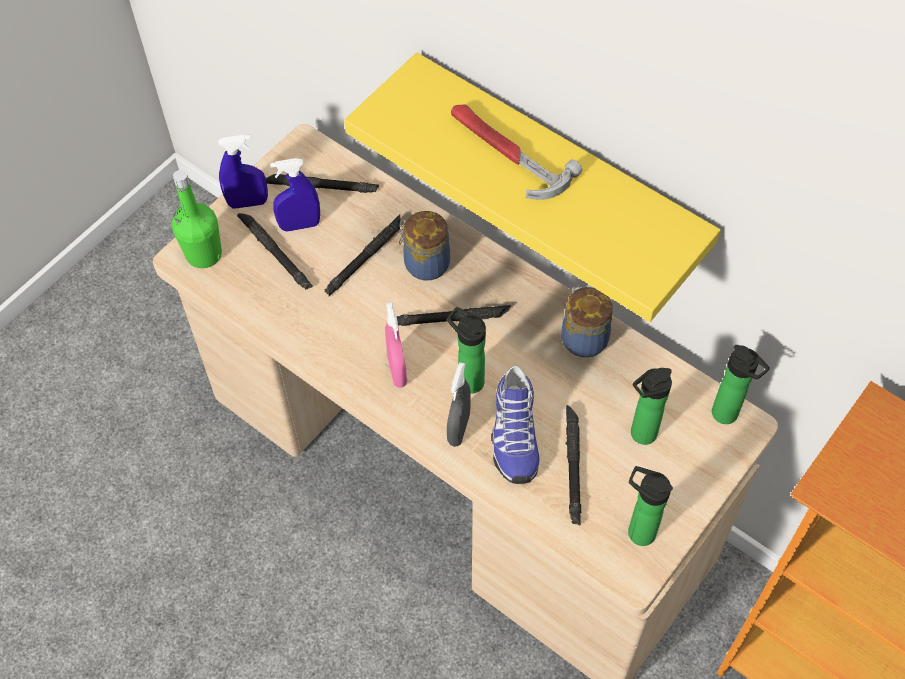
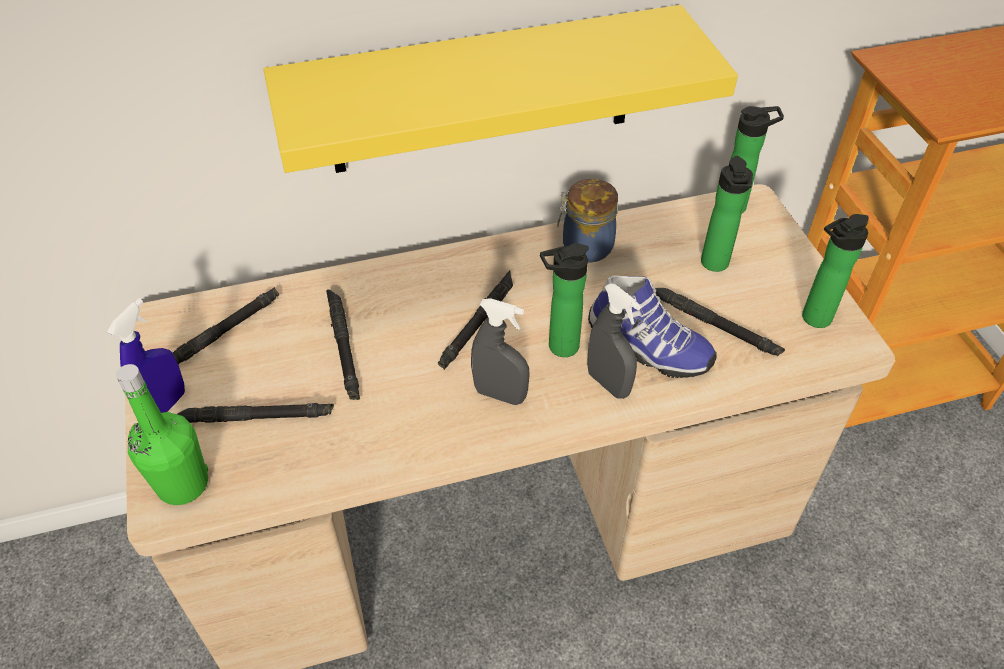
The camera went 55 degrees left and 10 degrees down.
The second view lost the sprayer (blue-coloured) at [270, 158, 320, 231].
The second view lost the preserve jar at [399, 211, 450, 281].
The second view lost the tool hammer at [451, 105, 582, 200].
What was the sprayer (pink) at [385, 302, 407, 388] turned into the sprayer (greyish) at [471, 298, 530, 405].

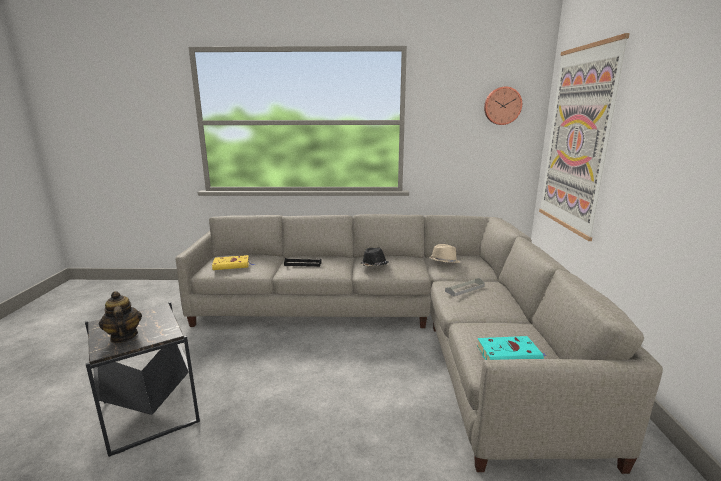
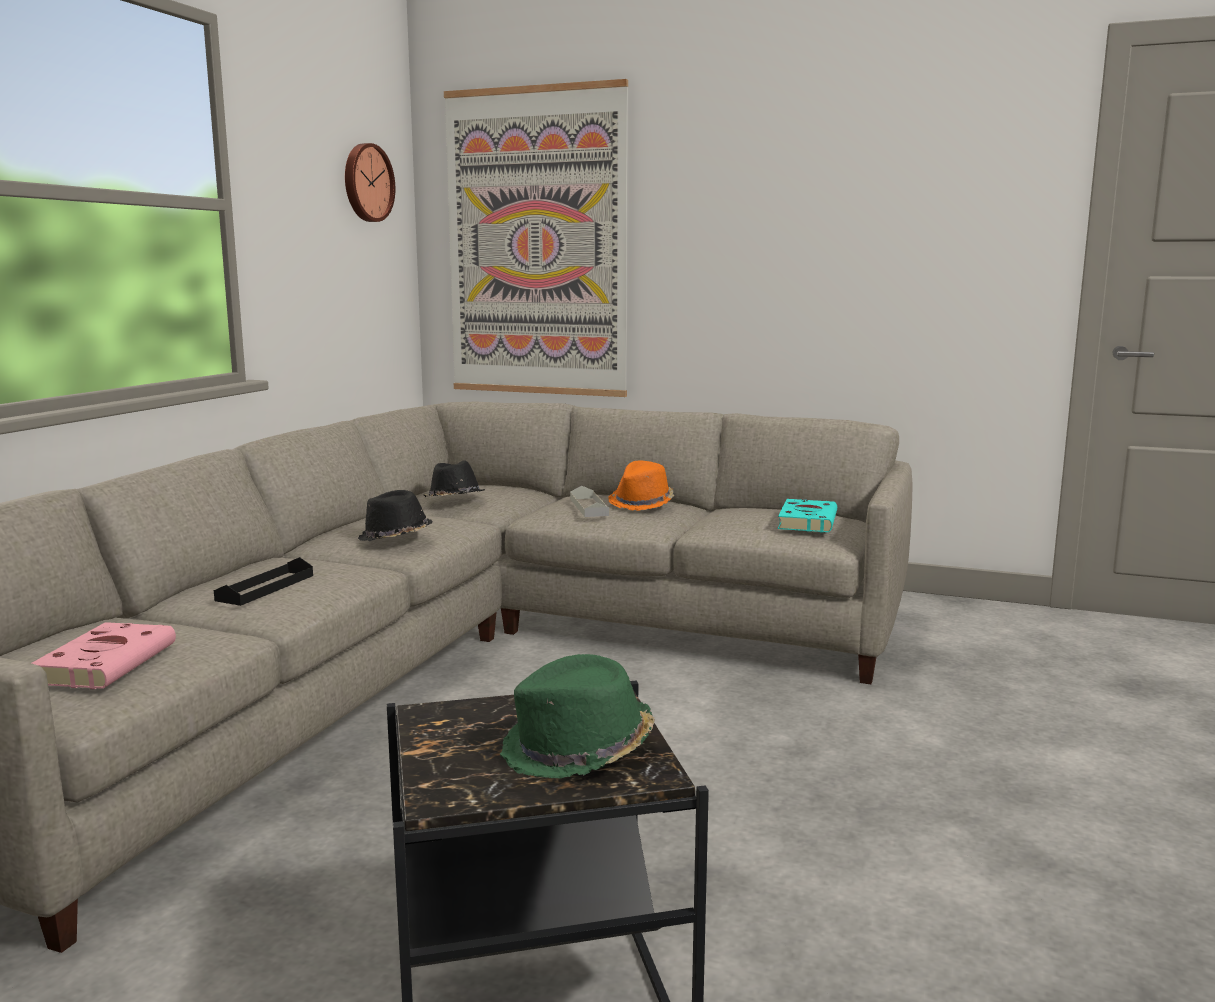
The camera went 70 degrees left and 5 degrees down.
The second view gained the clothing hat (orange) at [608, 460, 674, 511].
Where the teapot stood at [99, 291, 142, 343], the clothing hat (greenish) came to stand at [500, 654, 655, 778].
What was the book (yellowish) at [212, 255, 255, 270] turned into the book (pink) at [32, 622, 176, 689].
What was the clothing hat (sand-coloured) at [429, 244, 460, 263] turned into the clothing hat (black-coloured) at [423, 460, 485, 497].

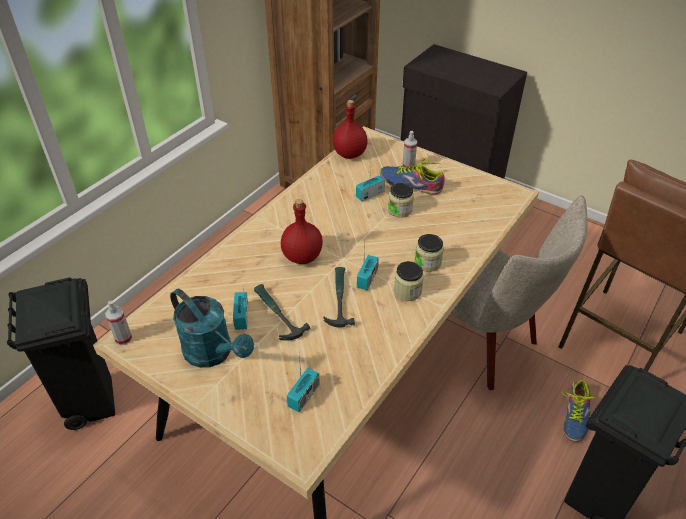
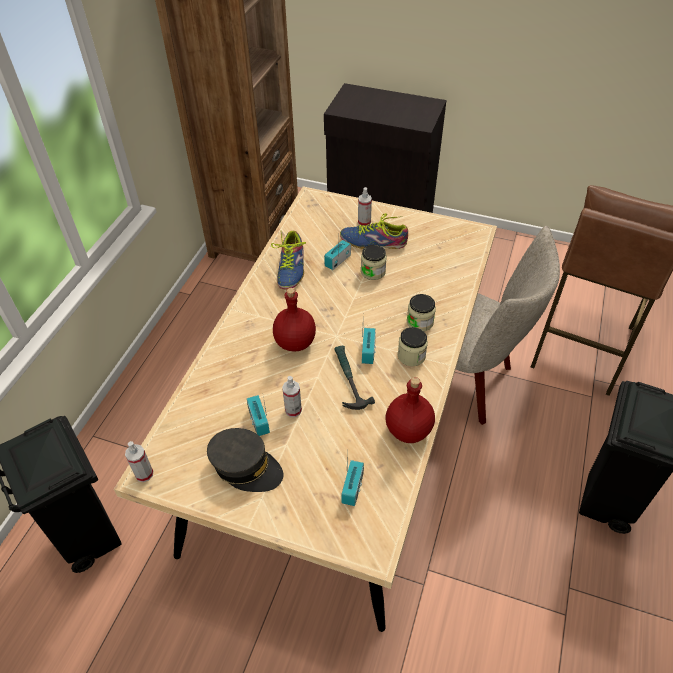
The camera went 15 degrees left and 5 degrees up.
The drink bottle (red) ended up elsewhere, having gone from [332, 100, 368, 159] to [386, 377, 435, 443].
The item of footwear ended up elsewhere, having gone from [562, 378, 596, 442] to [271, 231, 306, 289].
Where the sprinkling can (turquoise-coloured) stood at [170, 289, 254, 368], the peaked cap (greyish) came to stand at [207, 428, 283, 492].
Where the tool hammer stood at [254, 284, 310, 340], the sprayer came to stand at [282, 376, 302, 417].

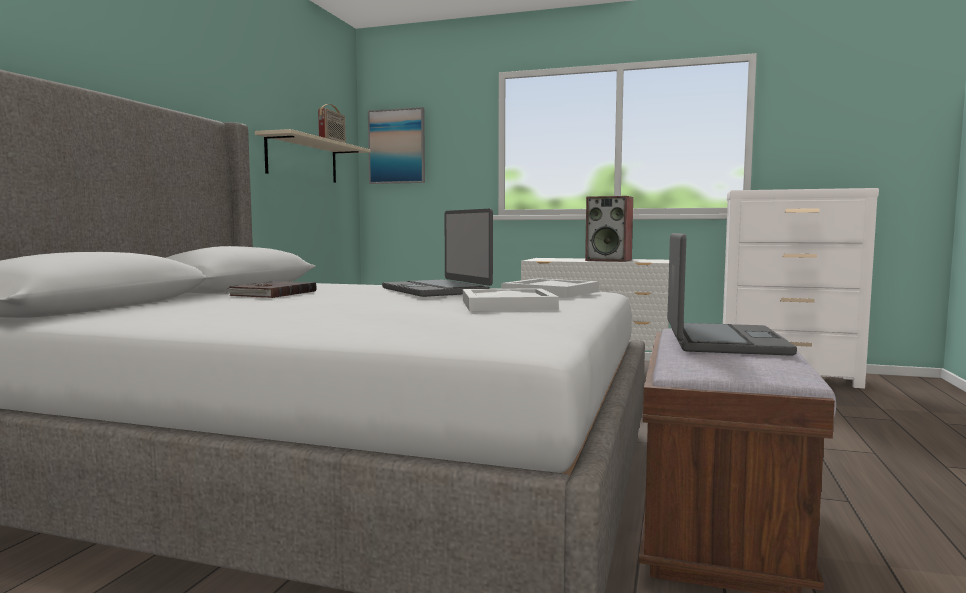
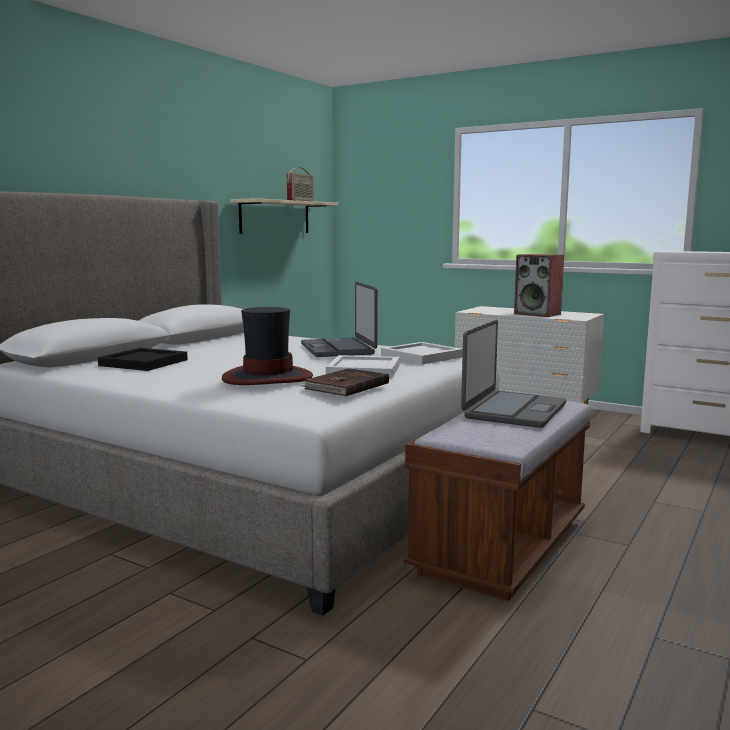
The camera went 15 degrees right and 5 degrees up.
The second view lost the wall picture at [368, 107, 425, 184].
The second view gained the carrying tray (black-coloured) at [98, 348, 188, 371].
The second view gained the clothing hat at [222, 307, 313, 385].
The book (brownish) ended up elsewhere, having gone from [225, 281, 316, 298] to [301, 368, 389, 396].

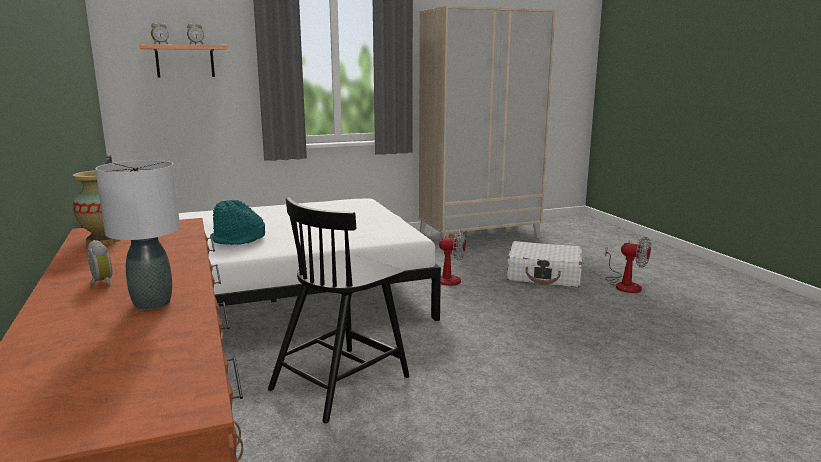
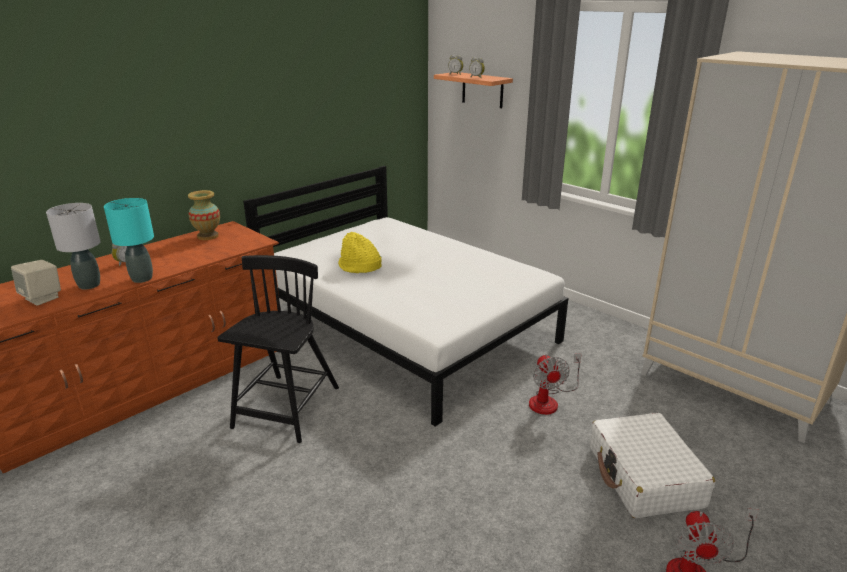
The camera went 65 degrees right and 10 degrees up.
The second view gained the audio speaker (sand-coloured) at [11, 260, 61, 306].
The second view gained the lamp for a table (turquoise-coloured) at [104, 198, 154, 283].
What was the clothing hat (turquoise-coloured) at [210, 200, 265, 245] turned into the clothing hat (yellowish) at [338, 232, 382, 273].
The upright chair (black-coloured) at [268, 197, 410, 423] ended up facing another way, 90 degrees clockwise from before.

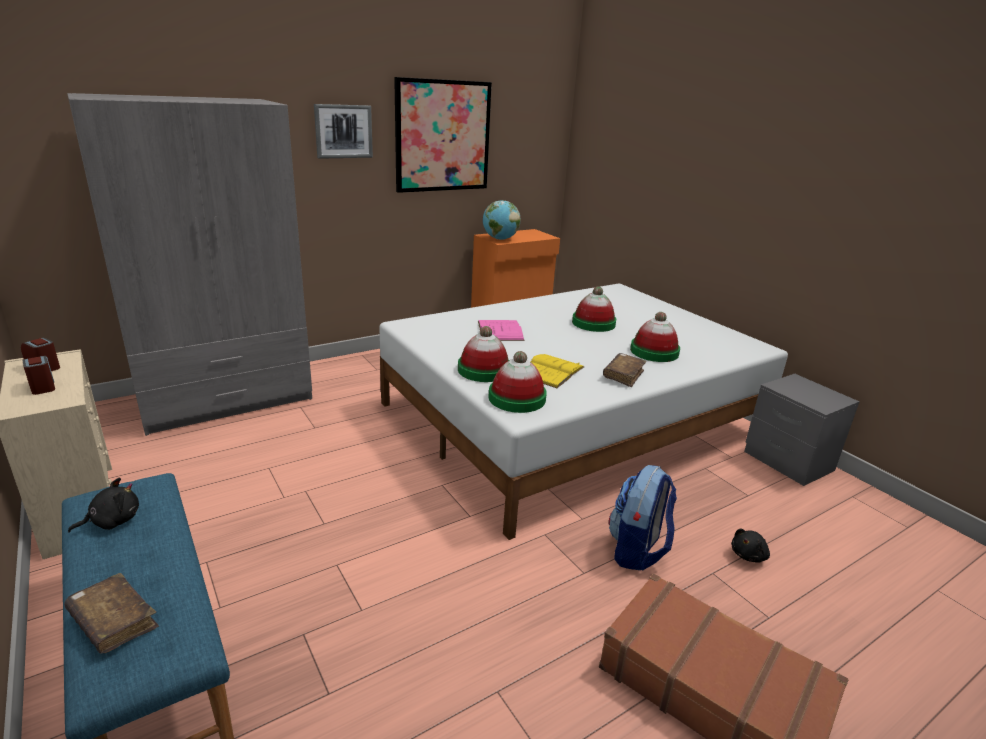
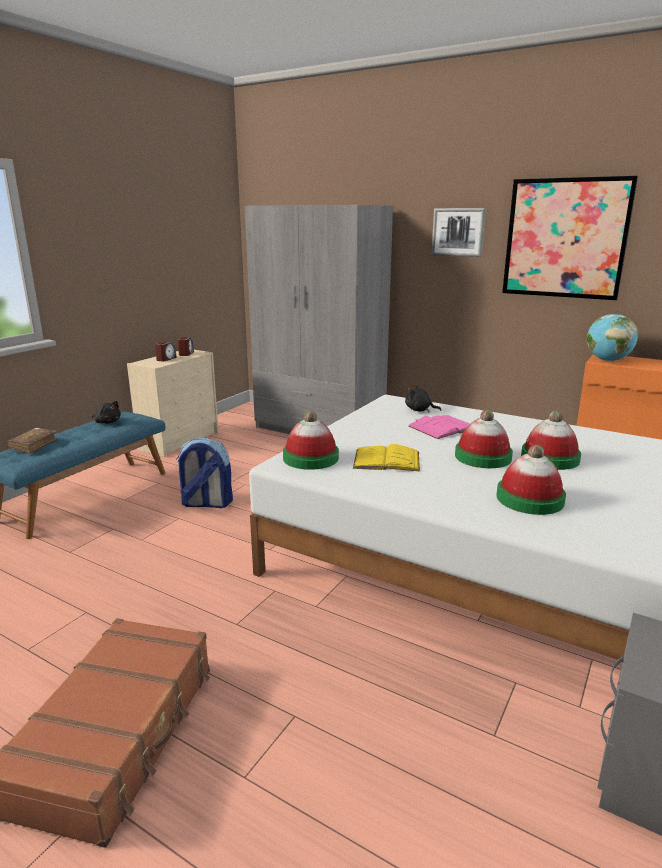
The camera went 65 degrees right and 5 degrees down.
The second view lost the book (brownish) at [603, 353, 646, 387].
The clothing hat ended up elsewhere, having gone from [458, 326, 509, 382] to [455, 410, 513, 468].
The rucksack ended up elsewhere, having gone from [609, 465, 677, 570] to [176, 437, 233, 508].
The plush toy (black-coloured) ended up elsewhere, having gone from [731, 529, 770, 563] to [405, 384, 442, 412].

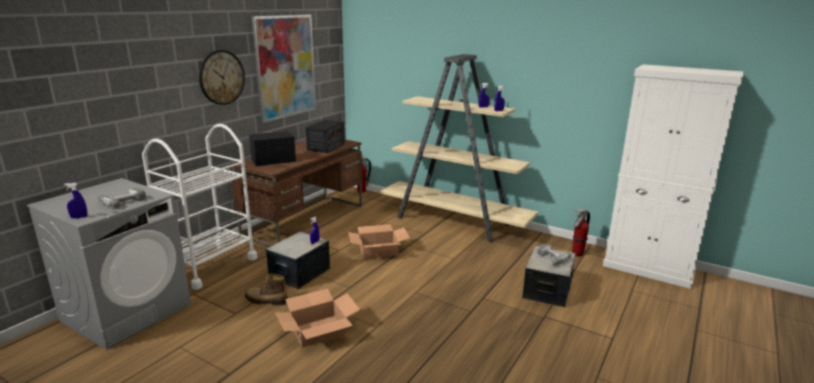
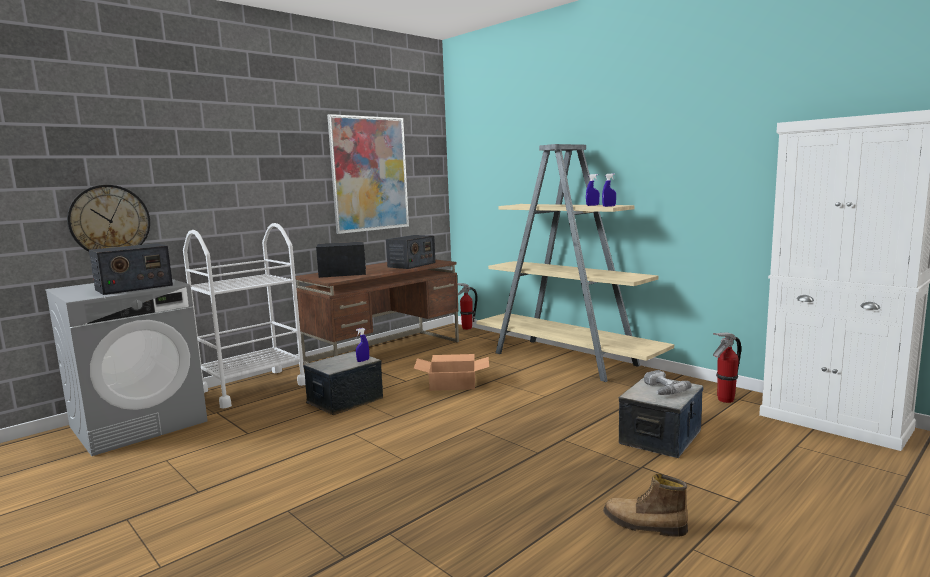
The camera went 15 degrees right and 10 degrees down.
The second view lost the sprayer (blue-coloured) at [64, 183, 87, 219].
The second view lost the carton at [275, 289, 360, 348].
The wall clock ended up elsewhere, having gone from [199, 50, 245, 105] to [67, 185, 150, 252].
The high-top boot ended up elsewhere, having gone from [245, 273, 288, 305] to [603, 474, 688, 537].
Where the electric drill stood at [98, 188, 146, 208], the radio receiver came to stand at [89, 244, 173, 295].

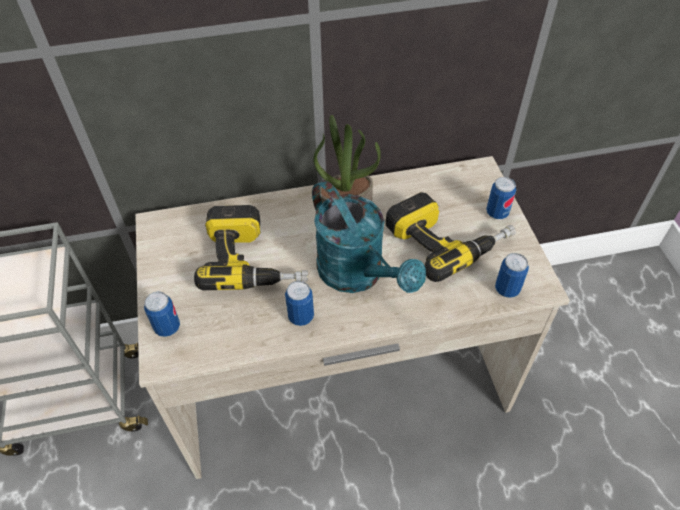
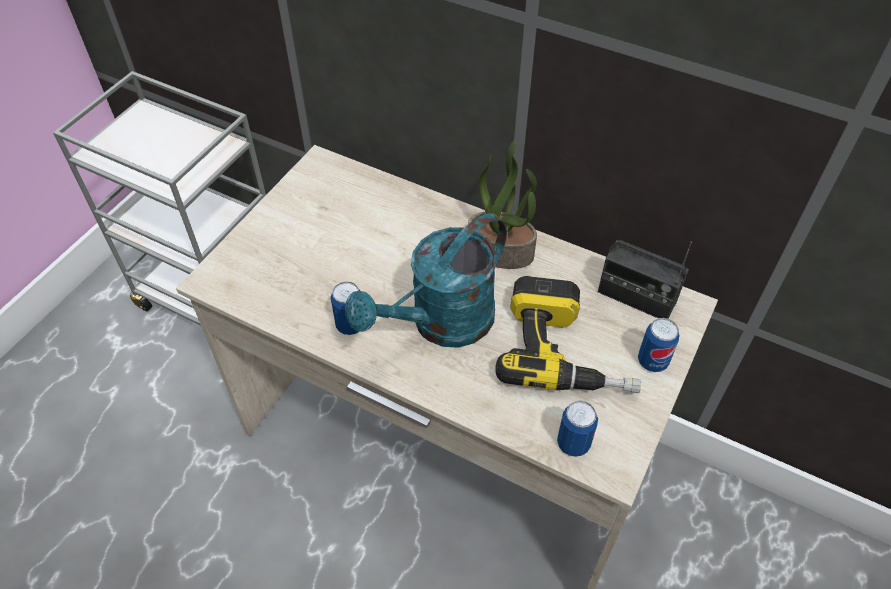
The camera went 40 degrees right and 0 degrees up.
The second view lost the metal can at [144, 292, 180, 337].
The second view lost the electric drill at [194, 205, 308, 290].
The second view gained the radio receiver at [598, 240, 692, 319].
The sprinkling can (turquoise-coloured) at [312, 180, 426, 293] ended up facing another way, 45 degrees clockwise from before.

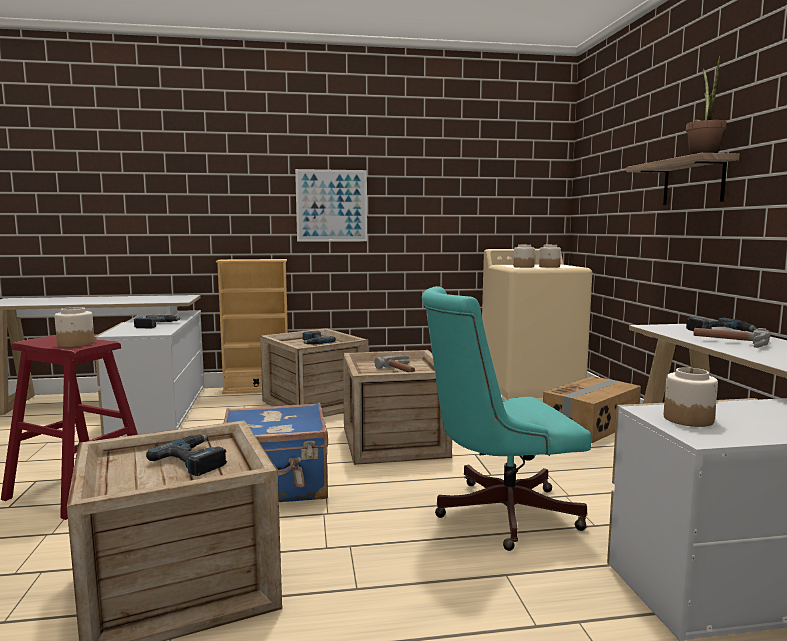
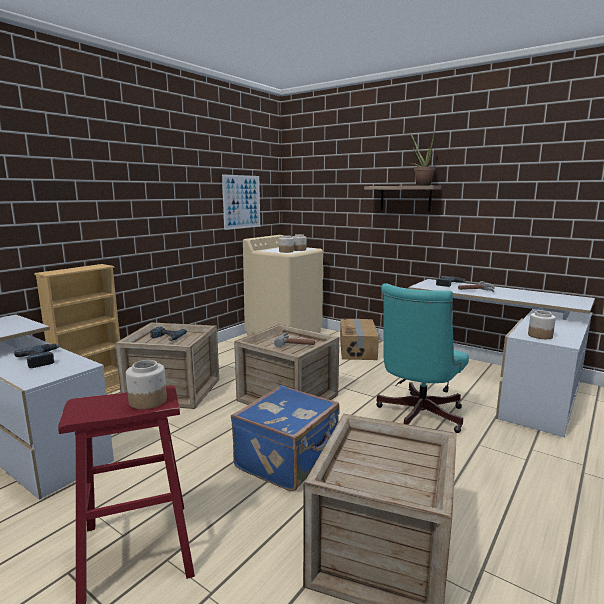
The camera went 45 degrees left and 5 degrees up.
The second view lost the electric drill at [146, 434, 227, 476].
The wall picture ended up elsewhere, having gone from [295, 169, 367, 242] to [222, 174, 260, 230].

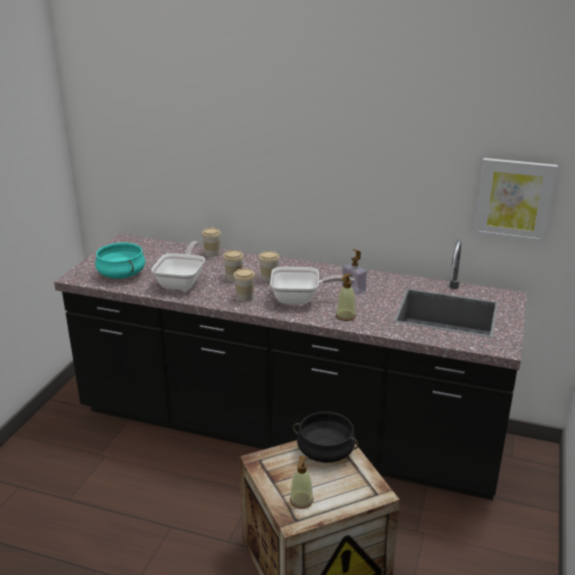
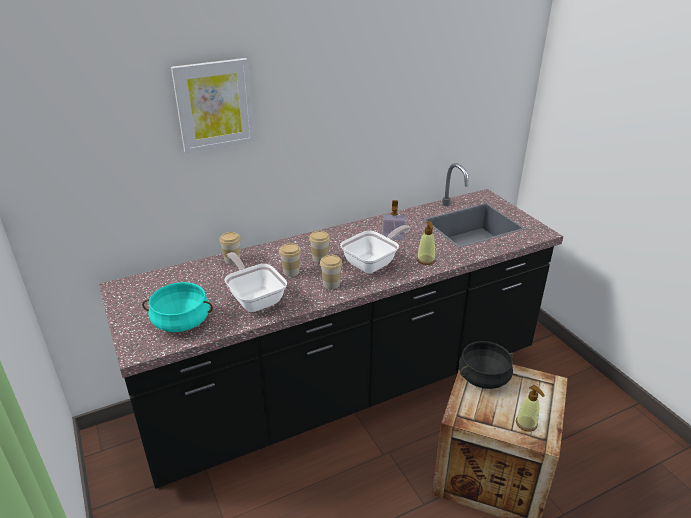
The camera went 45 degrees left and 5 degrees up.
The wall picture ended up elsewhere, having gone from [474, 158, 558, 243] to [171, 58, 255, 153].

